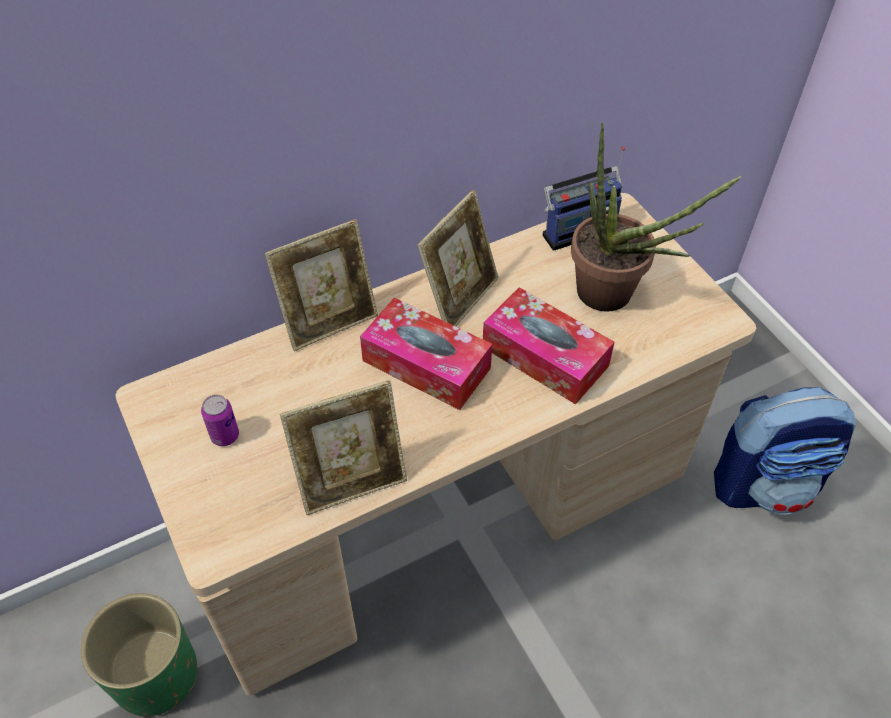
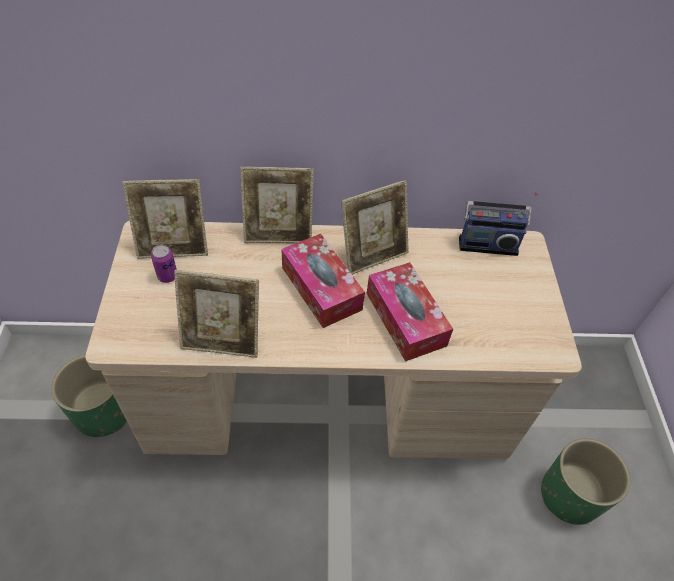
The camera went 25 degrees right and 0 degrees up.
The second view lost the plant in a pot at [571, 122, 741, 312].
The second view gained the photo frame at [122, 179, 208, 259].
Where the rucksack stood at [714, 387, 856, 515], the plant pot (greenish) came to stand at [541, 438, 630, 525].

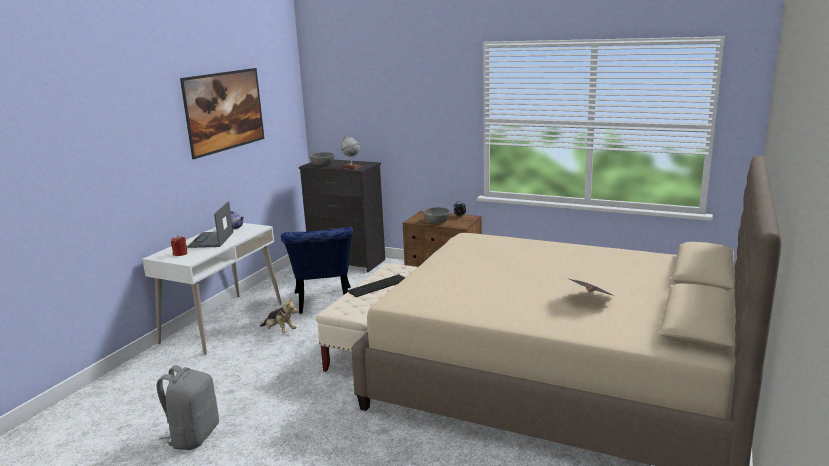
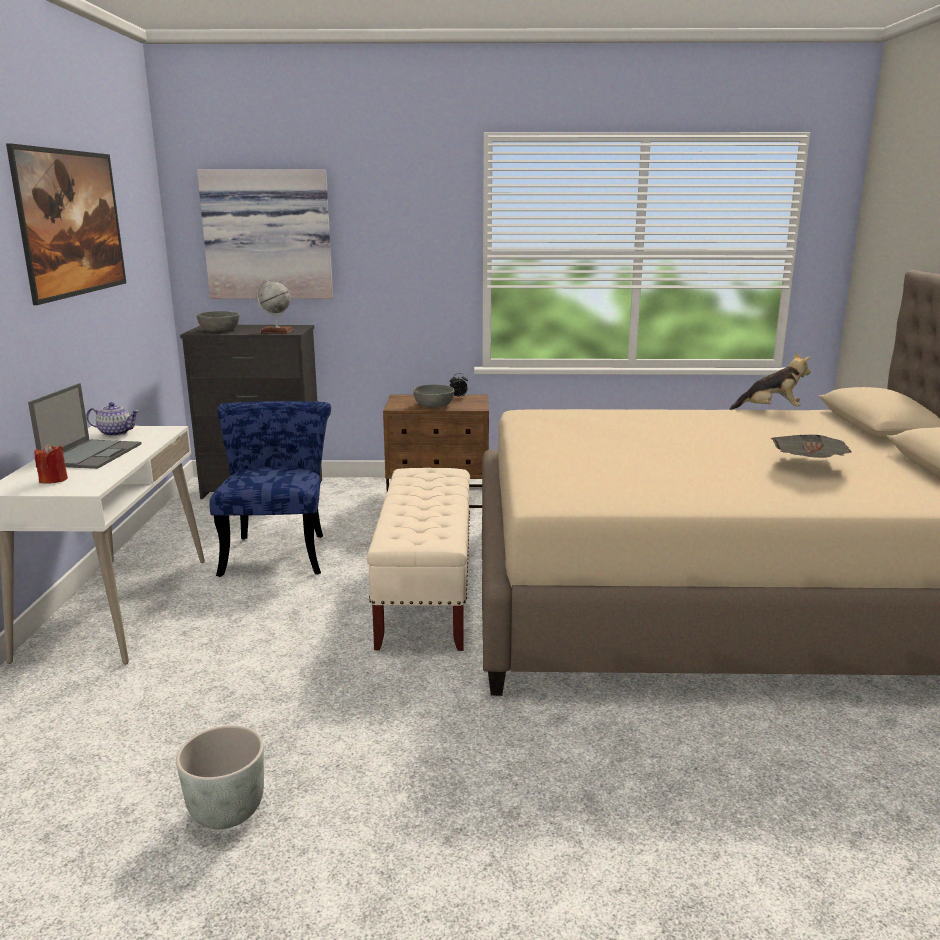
The camera went 25 degrees left and 0 degrees up.
The second view lost the PC keyboard at [347, 275, 405, 297].
The second view gained the wall picture at [197, 170, 333, 299].
The plush toy ended up elsewhere, having gone from [260, 299, 298, 333] to [730, 352, 811, 410].
Where the rucksack (greyish) stood at [156, 365, 219, 450], the plant pot (greyish) came to stand at [176, 725, 264, 829].
The notebook computer at [187, 201, 233, 248] ended up facing another way, 150 degrees counterclockwise from before.
The upright chair (blue-coloured) at [281, 227, 353, 314] ended up facing another way, 150 degrees counterclockwise from before.

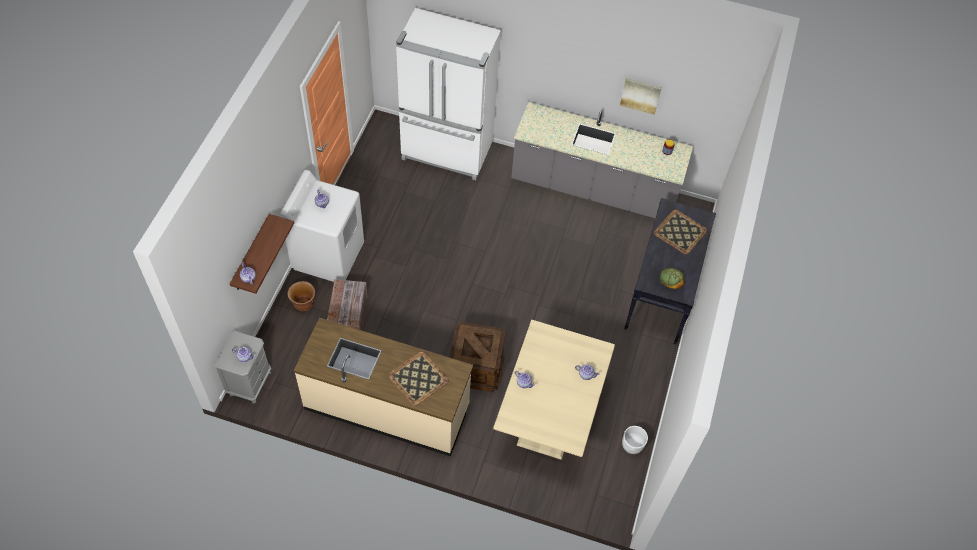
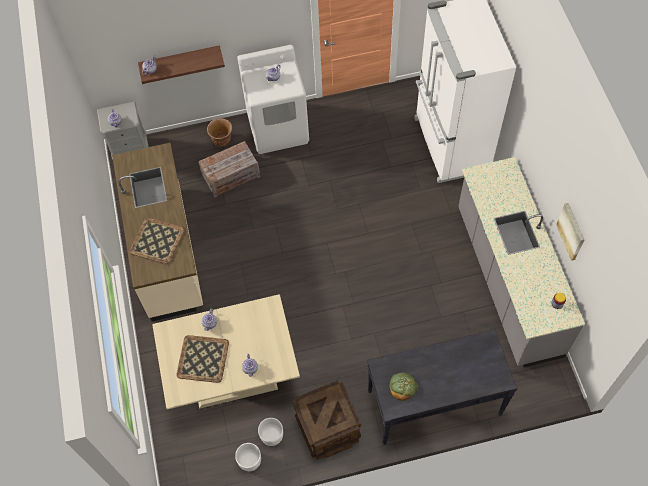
The camera went 65 degrees right and 5 degrees up.
The second view gained the plant pot (whitish) at [258, 418, 283, 446].
The crate ended up elsewhere, having gone from [449, 322, 506, 392] to [293, 380, 361, 460].
The carrying tray ended up elsewhere, having gone from [654, 210, 708, 254] to [176, 335, 229, 383].

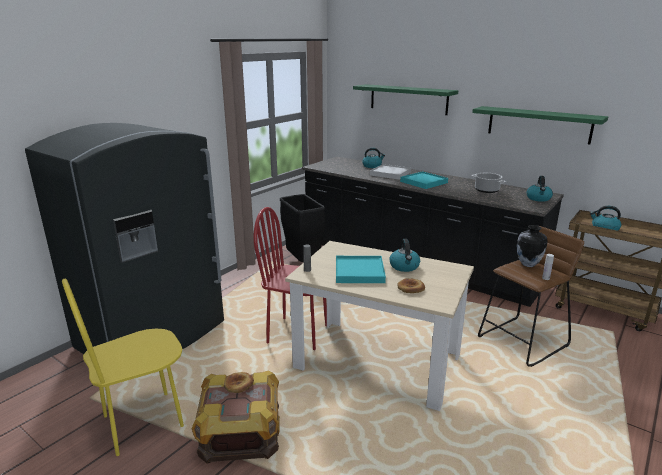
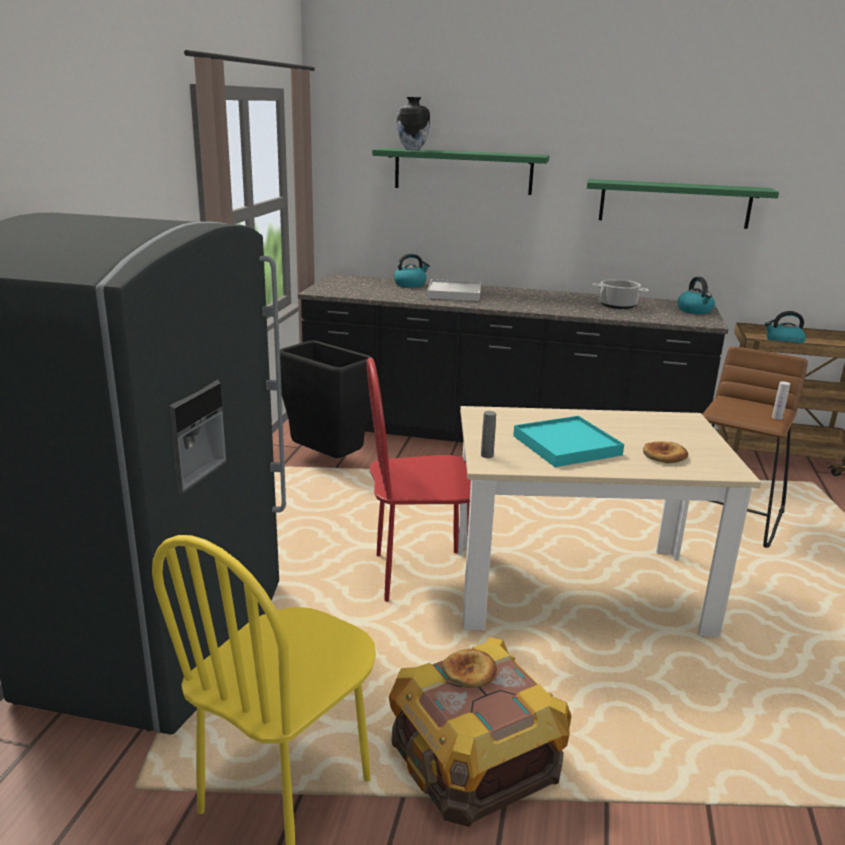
The camera went 25 degrees left and 0 degrees up.
The second view lost the tea kettle at [390, 239, 420, 272].
The second view lost the carrying tray (turquoise-coloured) at [400, 171, 448, 189].
The flower vase ended up elsewhere, having gone from [517, 225, 548, 267] to [397, 97, 430, 150].

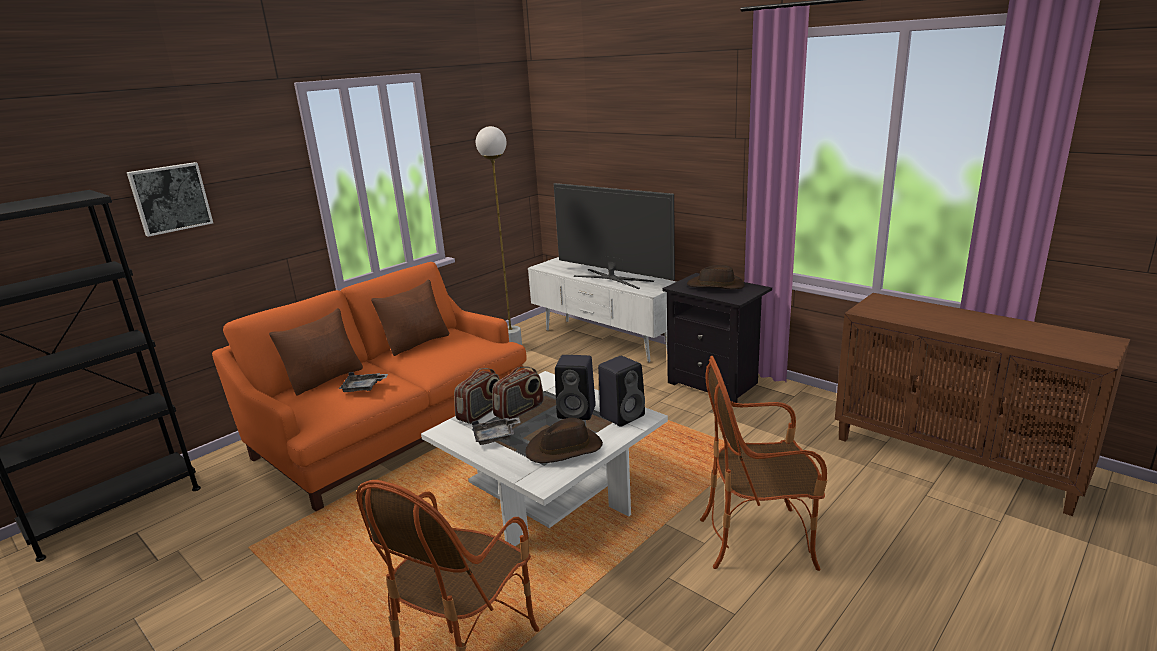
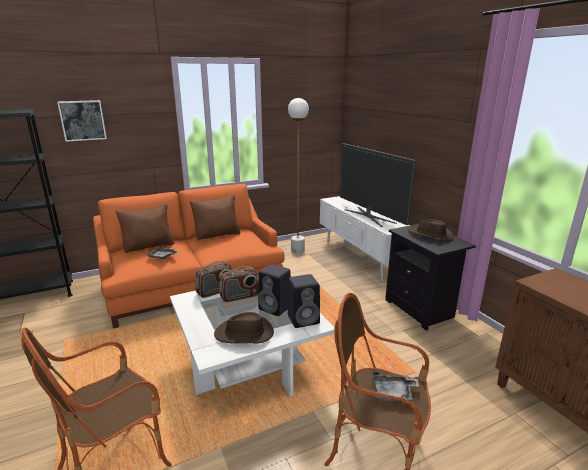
The camera went 20 degrees right and 0 degrees up.
The carrying tray (greyish) ended up elsewhere, having gone from [472, 417, 521, 445] to [373, 371, 419, 401].

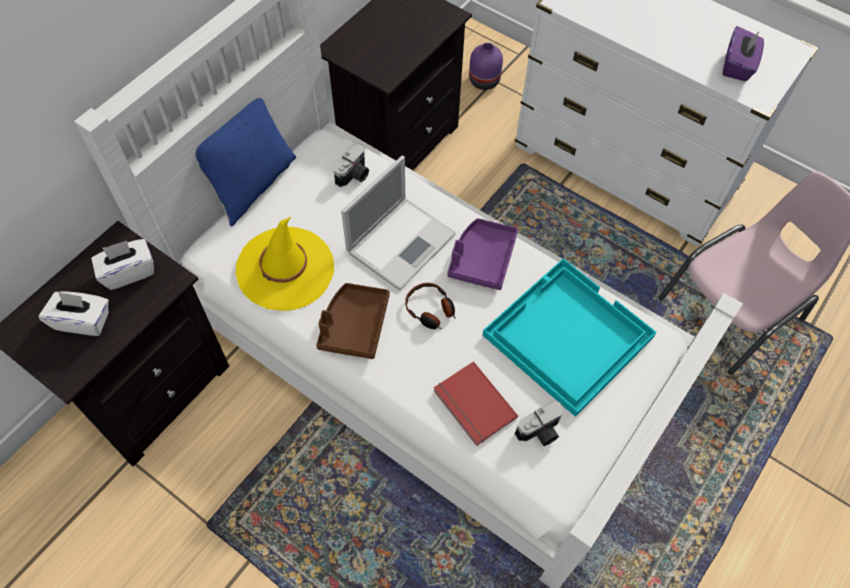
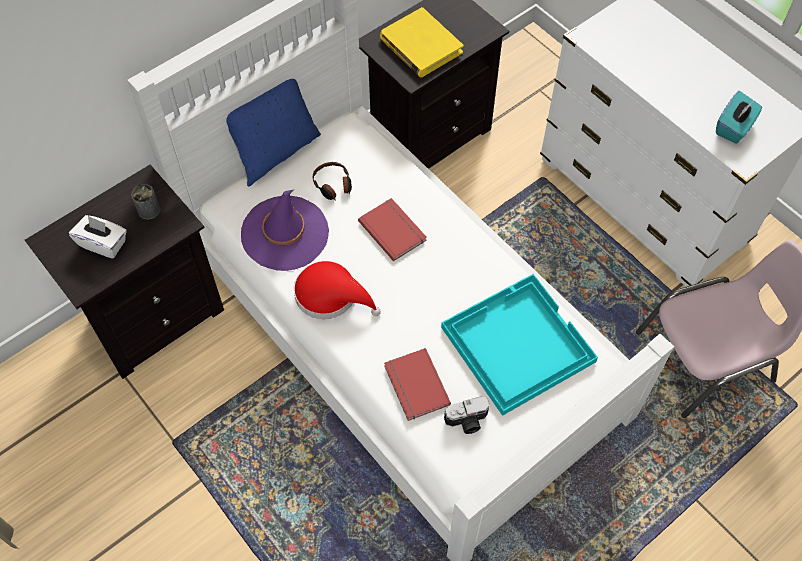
The camera went 15 degrees right and 0 degrees up.
The second view lost the still camera at [334, 143, 369, 187].
The second view lost the carrying tray (purple-coloured) at [447, 218, 518, 290].
The second view lost the flower vase (purple-coloured) at [469, 43, 503, 90].
The second view gained the book (yellowish) at [380, 7, 464, 78].
The pair of headphones ended up elsewhere, having gone from [405, 283, 455, 329] to [313, 162, 352, 200].
Where the box of tissues (whitish) stood at [91, 239, 154, 290], the metal can came to stand at [131, 184, 160, 220].
Where the carrying tray (brownish) stood at [316, 283, 390, 359], the clothing hat (red) came to stand at [294, 261, 381, 319].
Where the notebook computer stood at [341, 156, 456, 291], the book (red) came to stand at [358, 198, 427, 261].
What was the clothing hat (yellowish) at [236, 217, 334, 311] turned into the clothing hat (purple-coloured) at [241, 190, 329, 271].
What was the box of tissues (purple-coloured) at [723, 26, 764, 81] turned into the box of tissues (turquoise-coloured) at [716, 91, 762, 144].

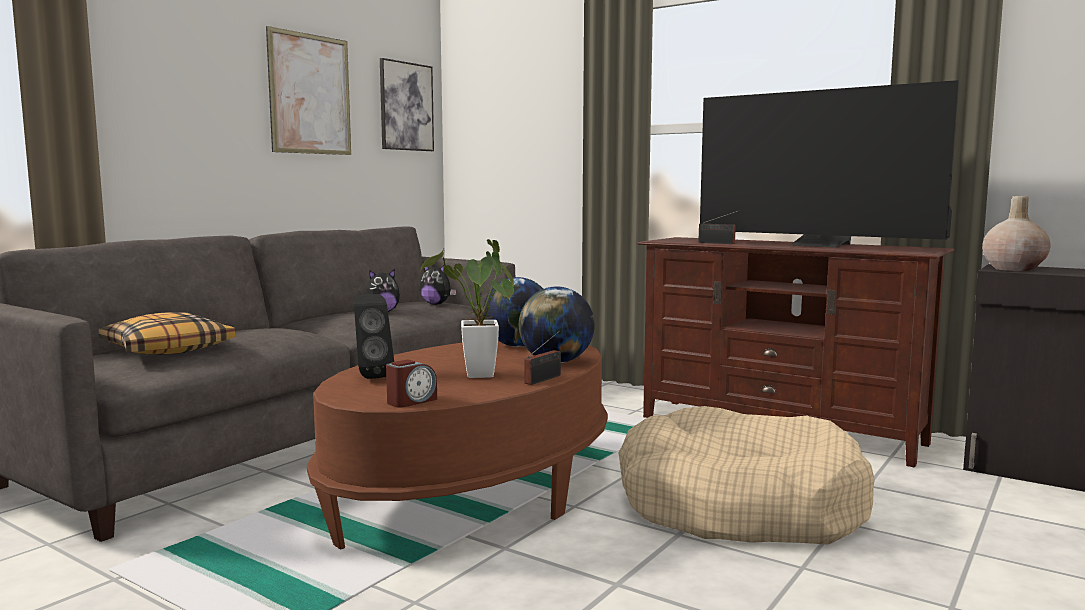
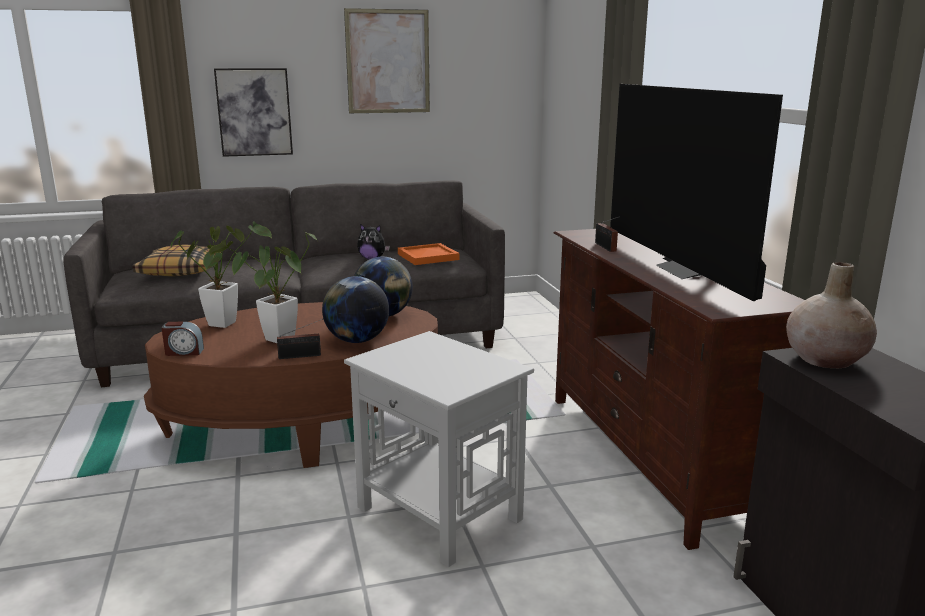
The camera went 40 degrees right and 10 degrees up.
The wall picture ended up elsewhere, having gone from [380, 58, 434, 151] to [214, 68, 293, 157].
Where the audio speaker (black-coloured) stood at [354, 294, 394, 379], the plant in a pot came to stand at [170, 221, 272, 328].
Where the plush toy stood at [420, 265, 456, 305], the carrying tray (orange) came to stand at [398, 243, 459, 265].
Where the pet bed (sand-coloured) stood at [619, 406, 875, 545], the accent table (whitish) came to stand at [344, 331, 534, 567].

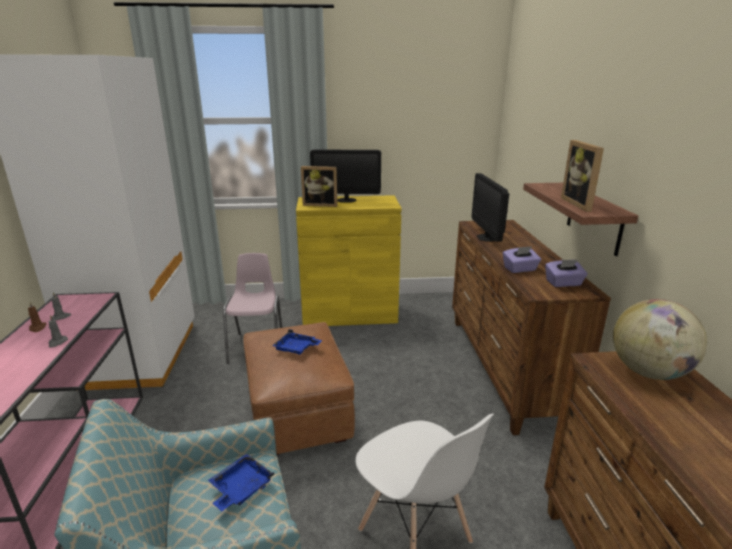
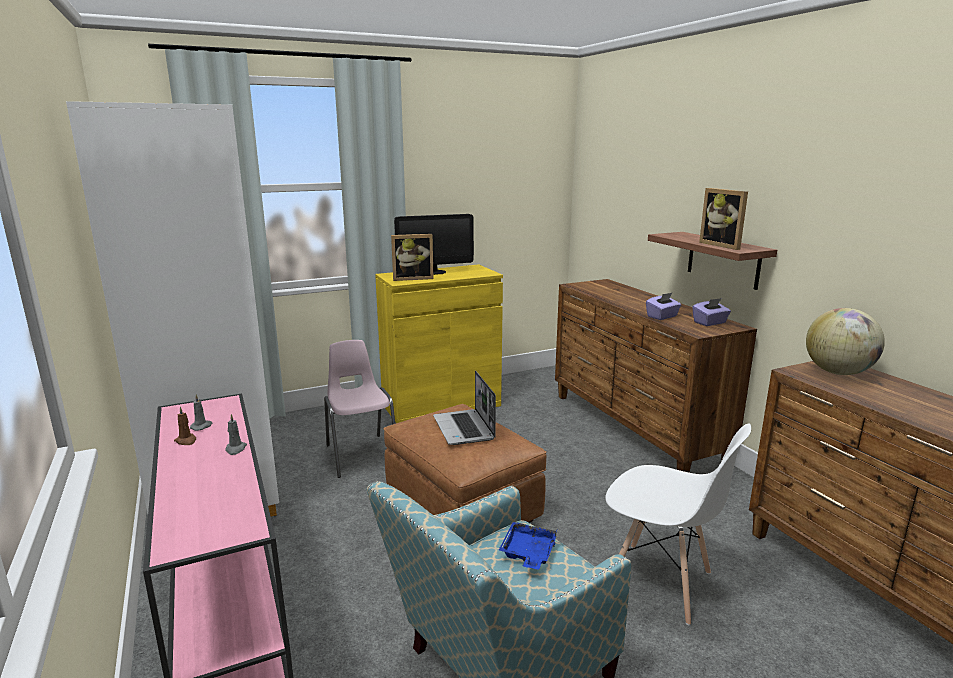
The camera went 20 degrees left and 5 degrees down.
The second view lost the monitor at [472, 173, 509, 242].
Where the carrying tray (blue-coloured) stood at [272, 329, 322, 355], the notebook computer came to stand at [433, 371, 496, 445].

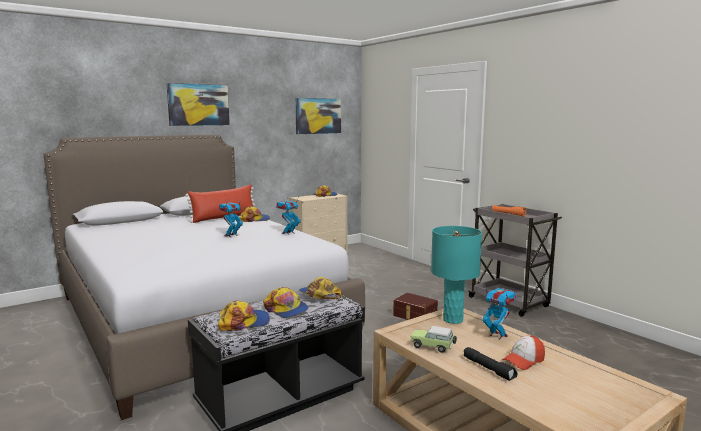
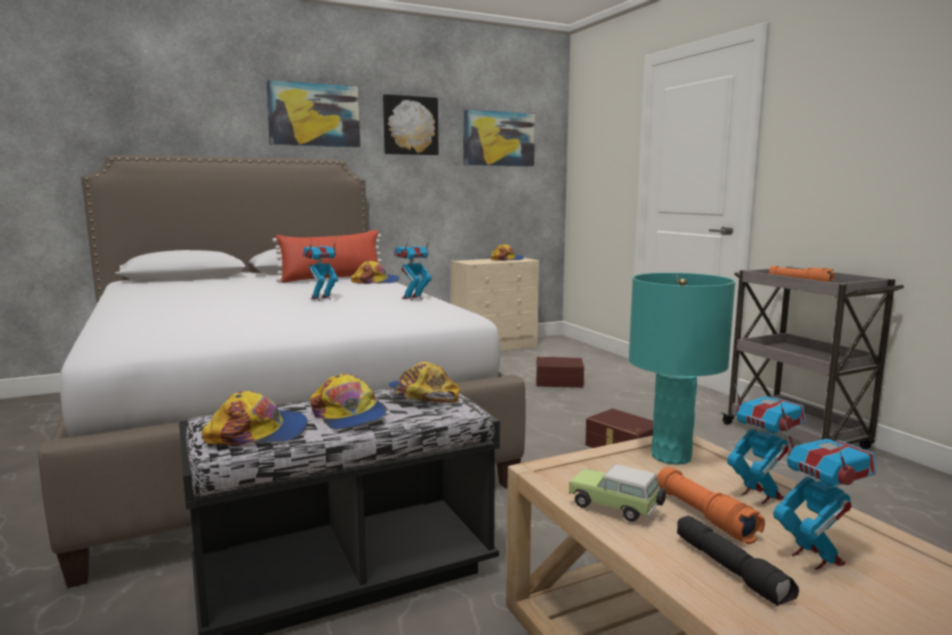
The camera went 10 degrees right and 0 degrees up.
The second view gained the wall picture at [383, 94, 439, 155].
The second view gained the storage container (brownish) at [536, 357, 584, 388].
The second view gained the flashlight (orange) at [657, 467, 765, 544].
Where the peaked cap stood at [502, 335, 545, 370], the robot figure came to stand at [773, 422, 876, 570].

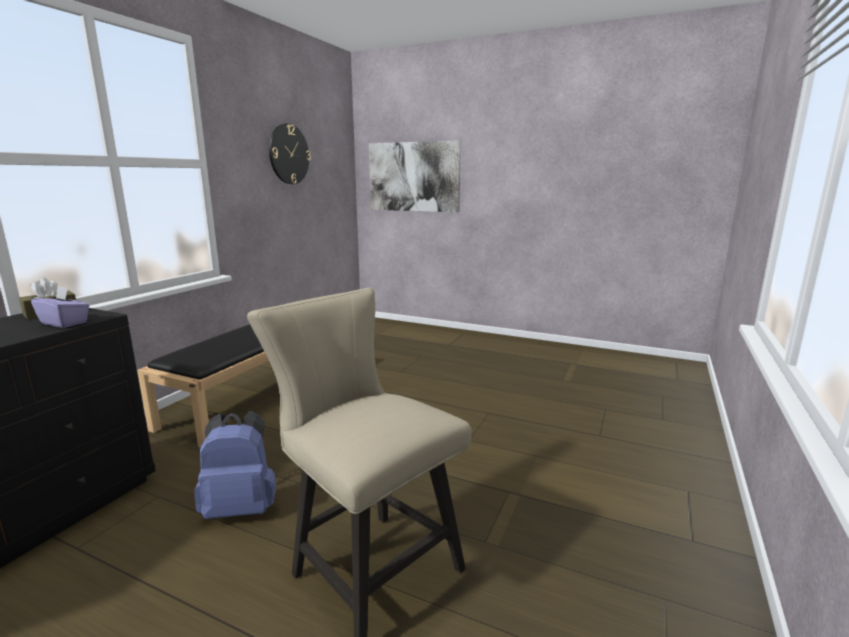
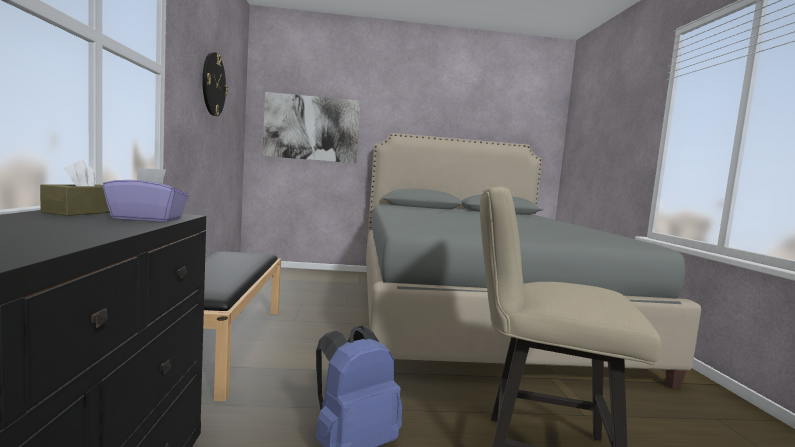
The camera went 30 degrees left and 10 degrees down.
The second view gained the bed (greyish) at [366, 133, 701, 389].

